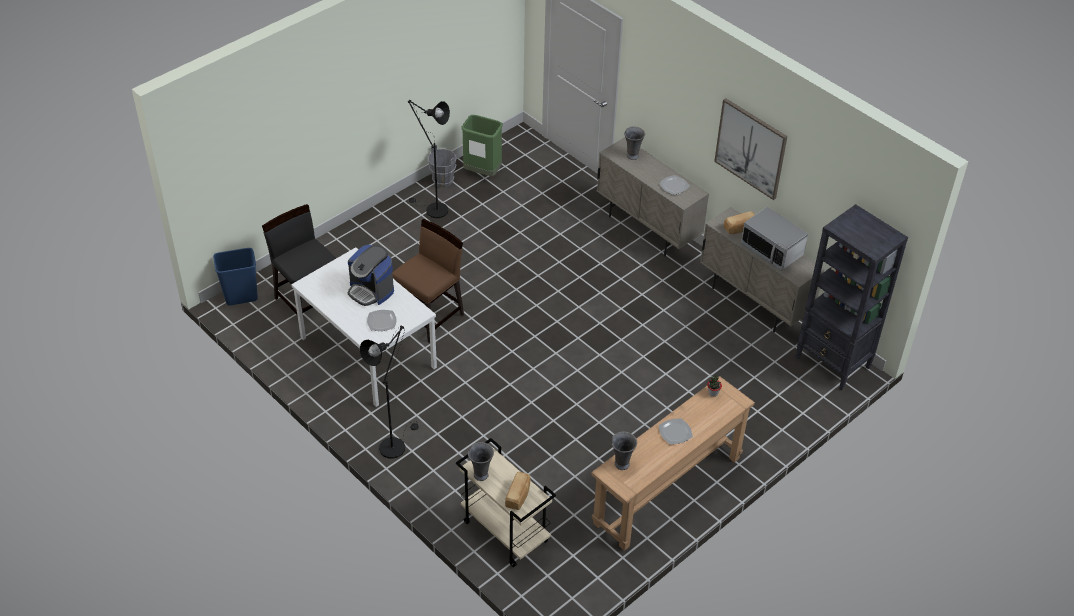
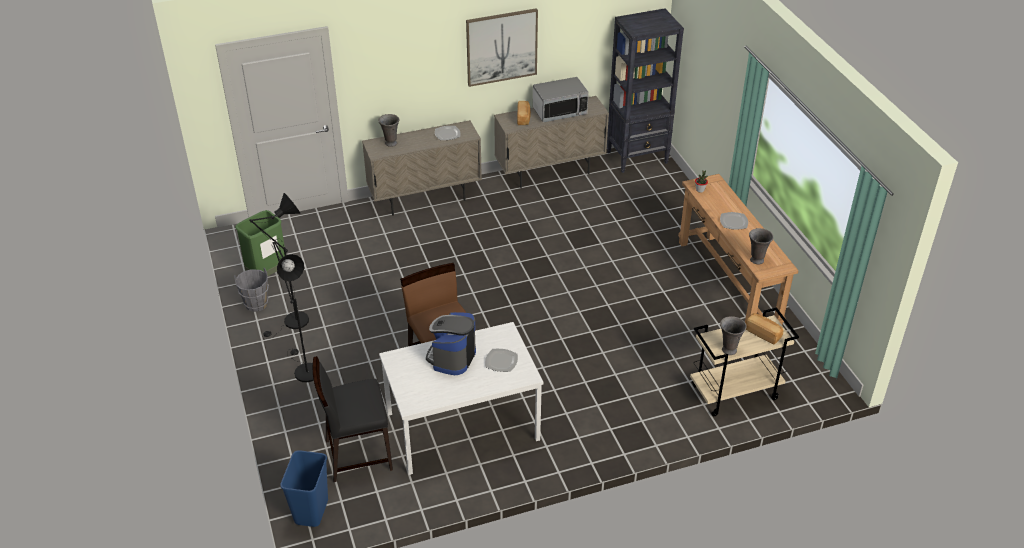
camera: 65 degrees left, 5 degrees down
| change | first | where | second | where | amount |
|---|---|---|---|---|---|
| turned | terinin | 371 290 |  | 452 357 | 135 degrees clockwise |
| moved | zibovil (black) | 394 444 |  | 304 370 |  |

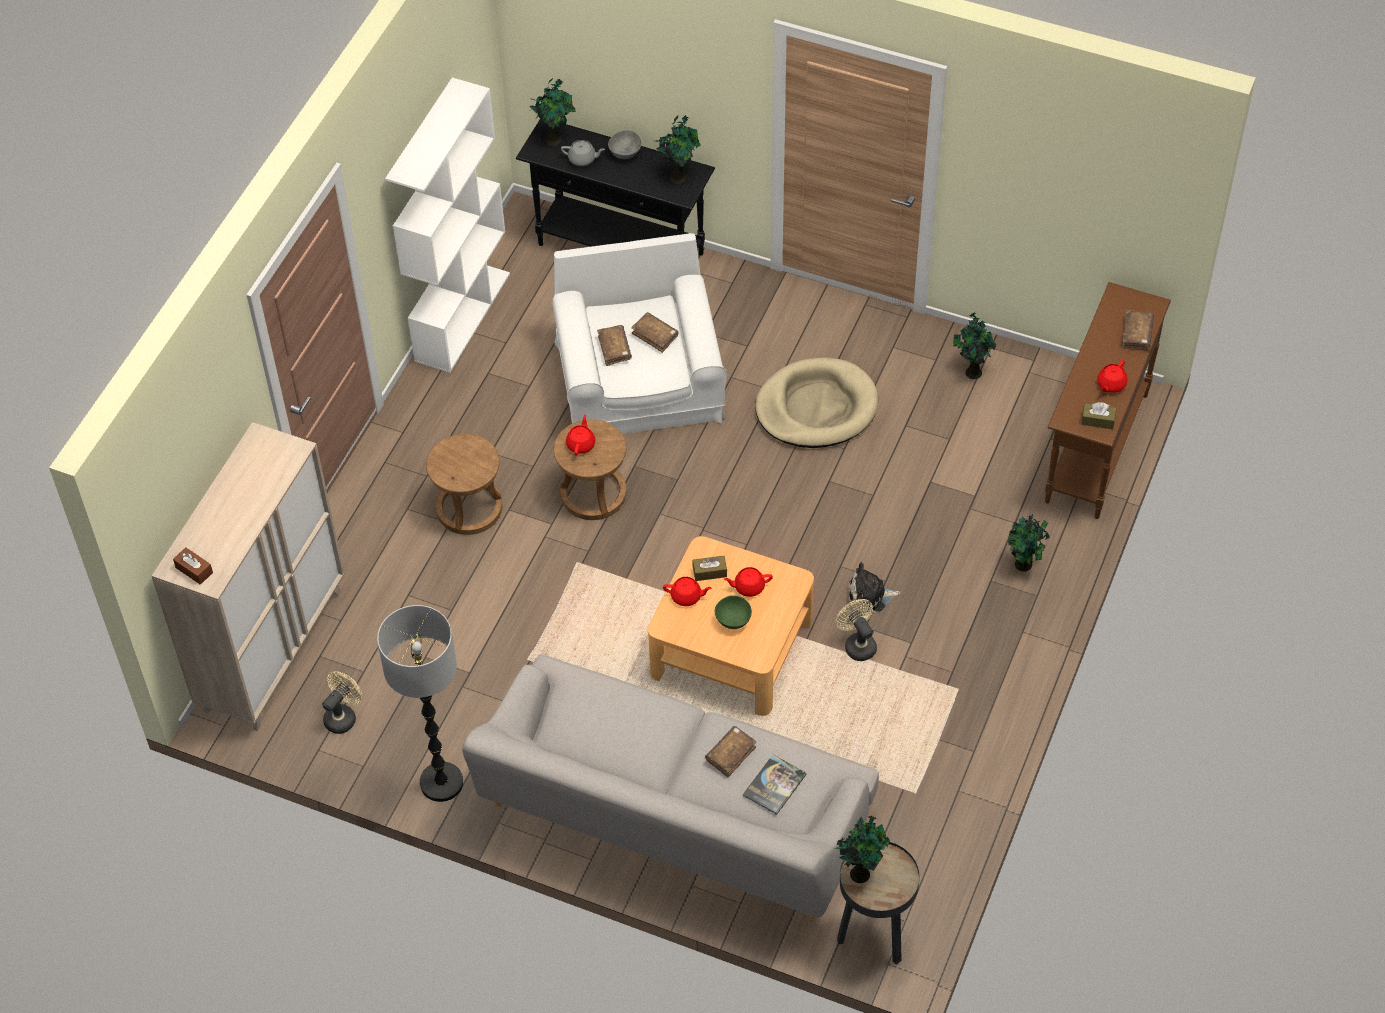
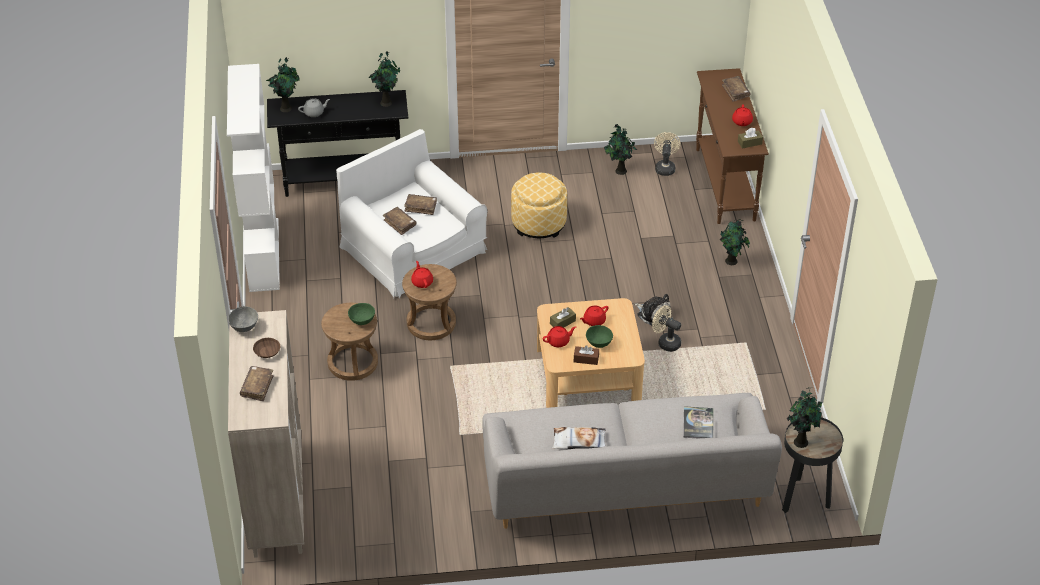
camera: 30 degrees left, 10 degrees down
| change | first | where | second | where | amount |
|---|---|---|---|---|---|
| moved | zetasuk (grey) | 626 153 |  | 245 326 |  |
| replaced | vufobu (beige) | 816 407 | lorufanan | 538 223 |  |
| moved | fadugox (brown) | 194 570 |  | 586 359 |  |
| turned | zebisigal | 869 596 |  | 652 313 | 105 degrees counterclockwise |
| removed | zibovil | 441 783 |  |  |  |
| moved | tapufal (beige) | 343 716 |  | 665 167 |  |
| moved | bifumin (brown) | 731 754 |  | 257 387 |  |
| added |  |  | zetasuk (green) | 361 321 |  |
| added |  |  | zetasuk (brown) | 267 351 |  |
| added |  |  | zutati | 579 442 |  |

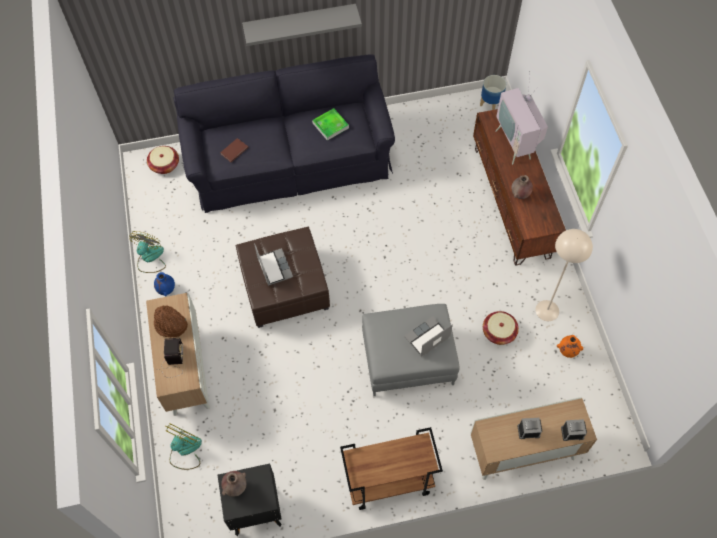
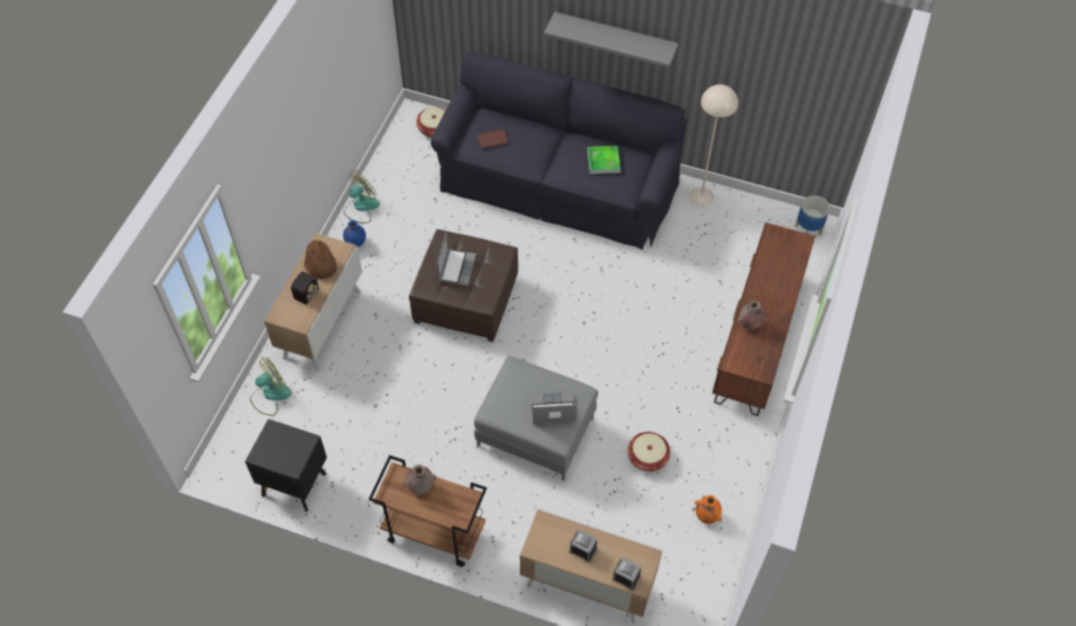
camera: 30 degrees right, 5 degrees down
| change | first | where | second | where | amount |
|---|---|---|---|---|---|
| removed | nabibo | 516 144 |  |  |  |
| moved | zibovil (beige) | 547 310 |  | 701 196 |  |
| moved | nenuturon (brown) | 236 487 |  | 420 487 |  |

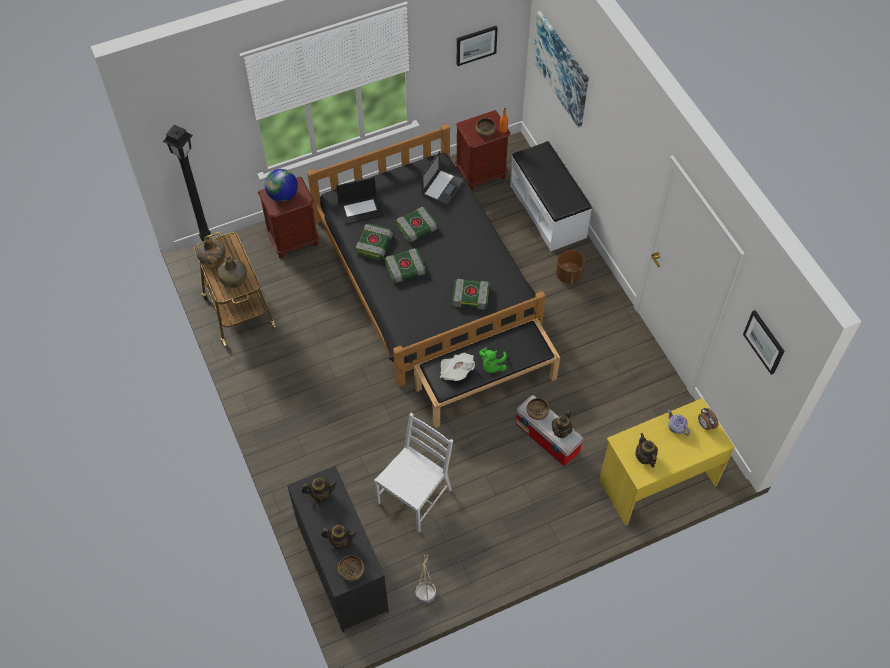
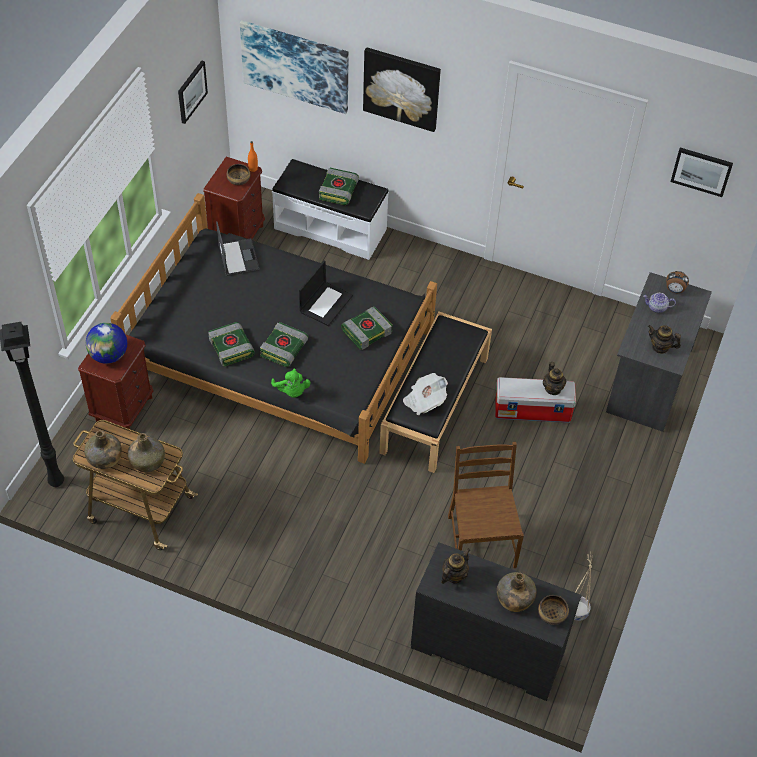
camera: 45 degrees left, 5 degrees down
| change | first | where | second | where | amount |
|---|---|---|---|---|---|
| moved | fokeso | 361 209 |  | 326 303 |  |
| moved | bifumin | 416 228 |  | 339 191 |  |
| removed | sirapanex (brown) | 569 275 |  |  |  |
| moved | zebisigal (green) | 492 366 |  | 291 391 |  |
| removed | zetasuk | 537 412 |  |  |  |
| recoloured | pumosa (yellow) | 656 481 | pumosa (grey) | 648 380 |  |
| recoloured | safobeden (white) | 415 496 | safobeden (brown) | 480 541 |  |
| replaced | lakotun | 340 540 | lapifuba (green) | 514 598 |  |
| added |  |  | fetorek | 401 88 |  |

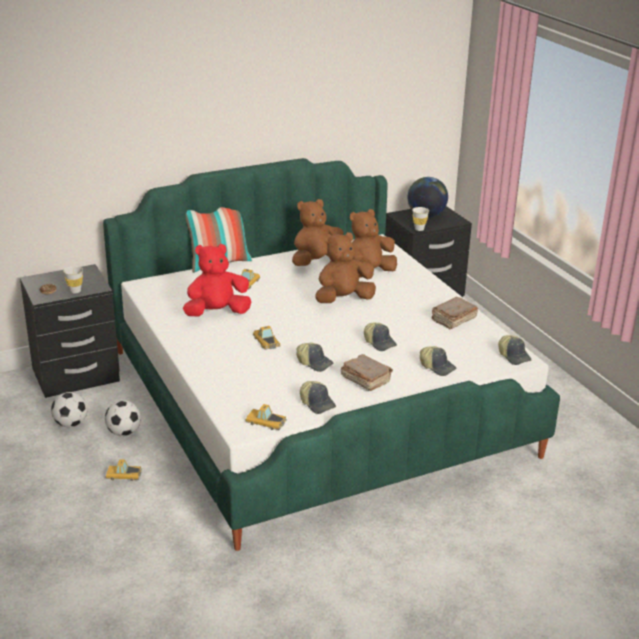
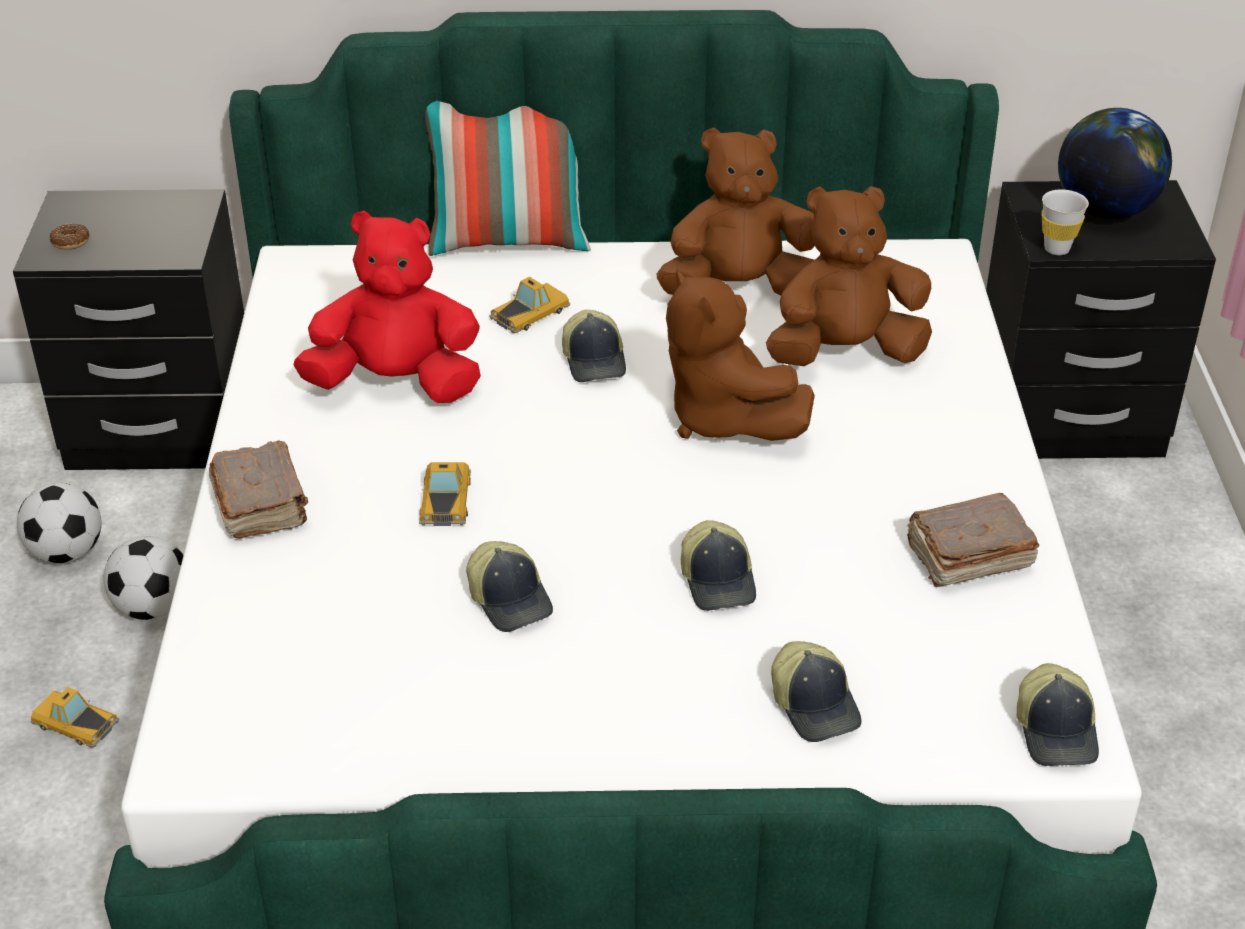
camera: 25 degrees right, 10 degrees up
| change | first | where | second | where | amount |
|---|---|---|---|---|---|
| turned | zebisigal (brown) | 343 299 |  | 724 419 | 120 degrees counterclockwise |
| removed | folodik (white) | 75 291 |  |  |  |
| moved | bifumin (brown) | 365 379 |  | 261 505 |  |
| moved | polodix | 317 403 |  | 595 361 |  |
| removed | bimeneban | 265 421 |  |  |  |

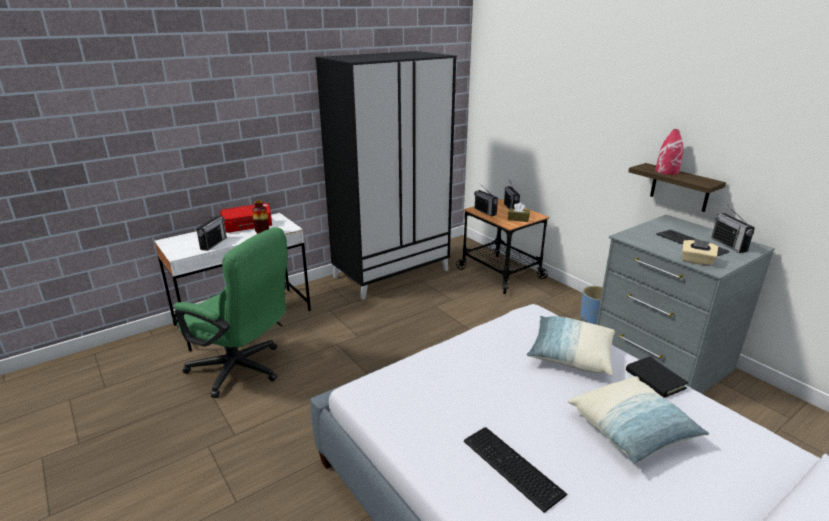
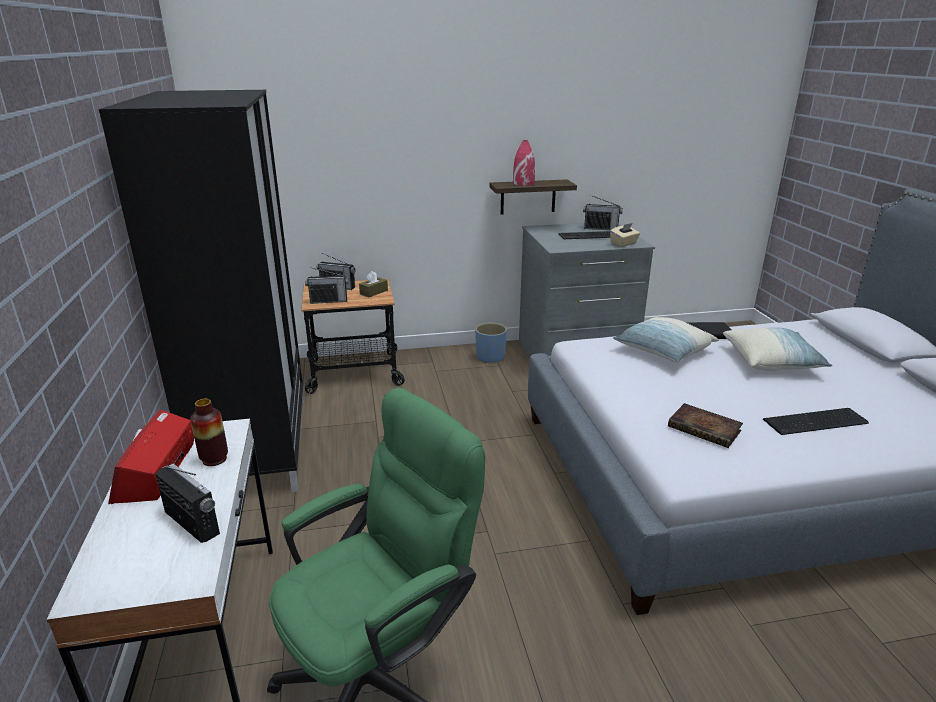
camera: 65 degrees left, 0 degrees up
| change | first | where | second | where | amount |
|---|---|---|---|---|---|
| added |  |  | bifumin | 706 429 |  |

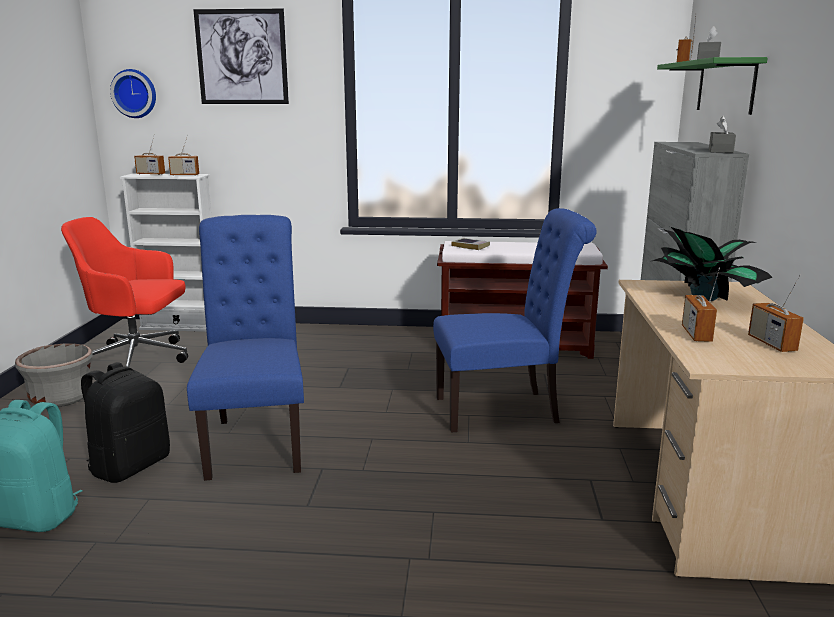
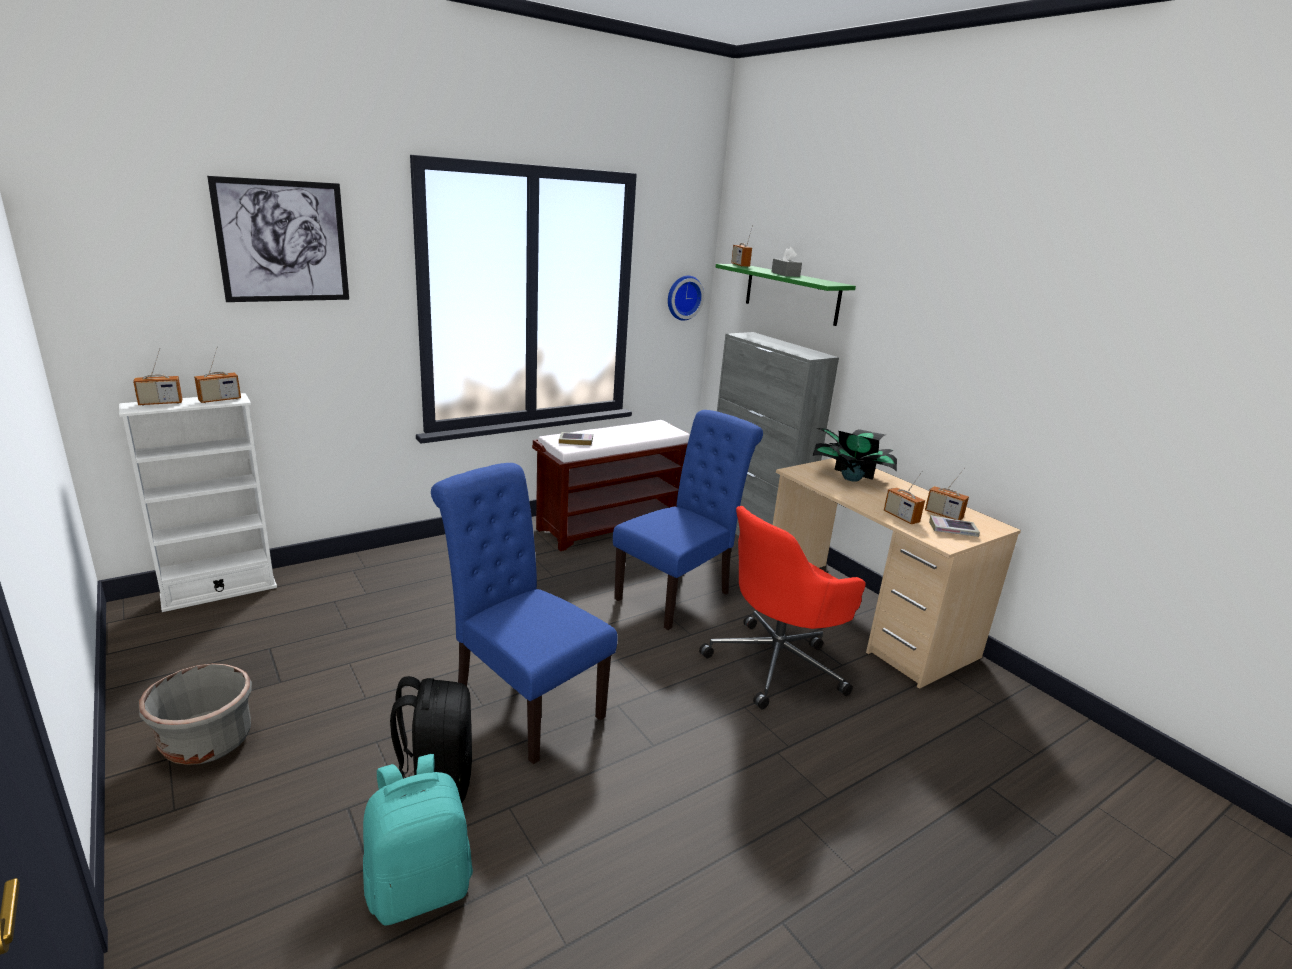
camera: 40 degrees left, 5 degrees up
| change | first | where | second | where | amount |
|---|---|---|---|---|---|
| moved | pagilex | 135 93 |  | 683 297 |  |
| removed | fadugox (grey) | 720 151 |  |  |  |
| moved | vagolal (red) | 137 360 |  | 777 664 |  |
| added |  |  | bifumin | 953 530 |  |

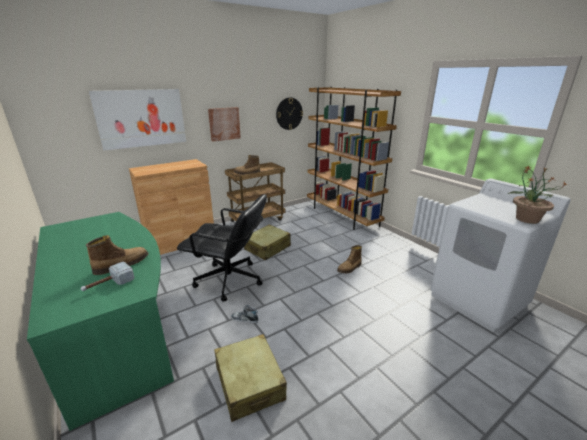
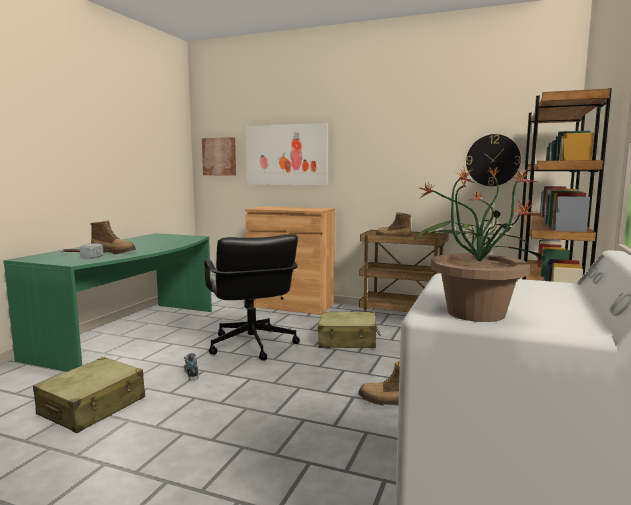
camera: 55 degrees right, 15 degrees down
| change | first | where | second | where | amount |
|---|---|---|---|---|---|
| moved | fetorek | 224 124 |  | 219 156 |  |

